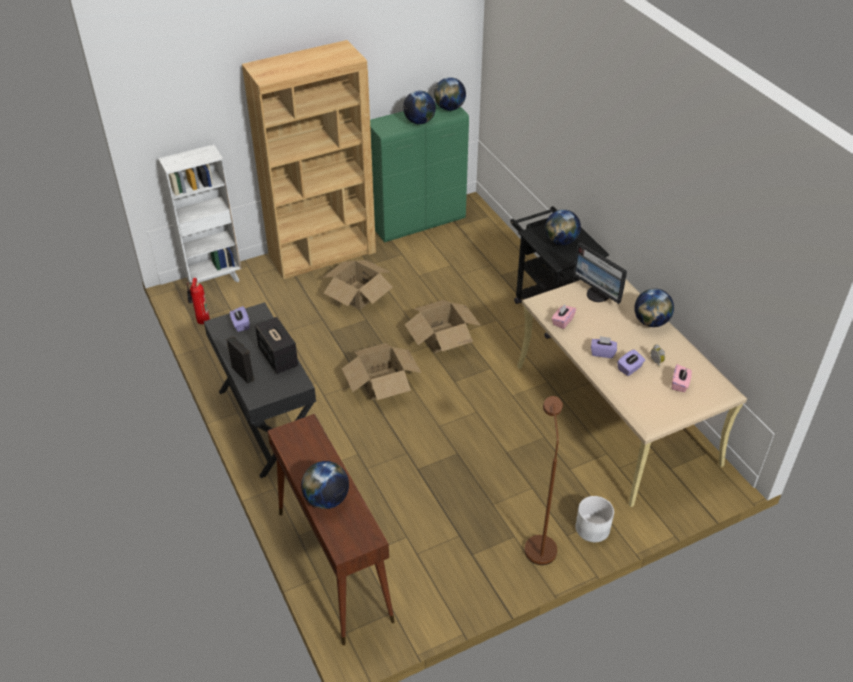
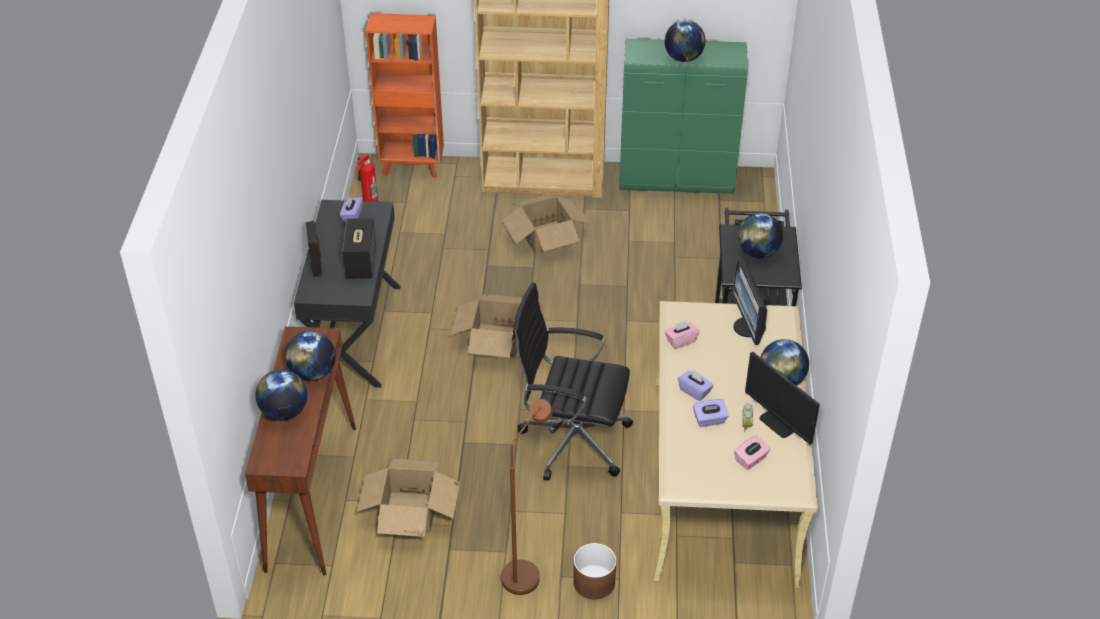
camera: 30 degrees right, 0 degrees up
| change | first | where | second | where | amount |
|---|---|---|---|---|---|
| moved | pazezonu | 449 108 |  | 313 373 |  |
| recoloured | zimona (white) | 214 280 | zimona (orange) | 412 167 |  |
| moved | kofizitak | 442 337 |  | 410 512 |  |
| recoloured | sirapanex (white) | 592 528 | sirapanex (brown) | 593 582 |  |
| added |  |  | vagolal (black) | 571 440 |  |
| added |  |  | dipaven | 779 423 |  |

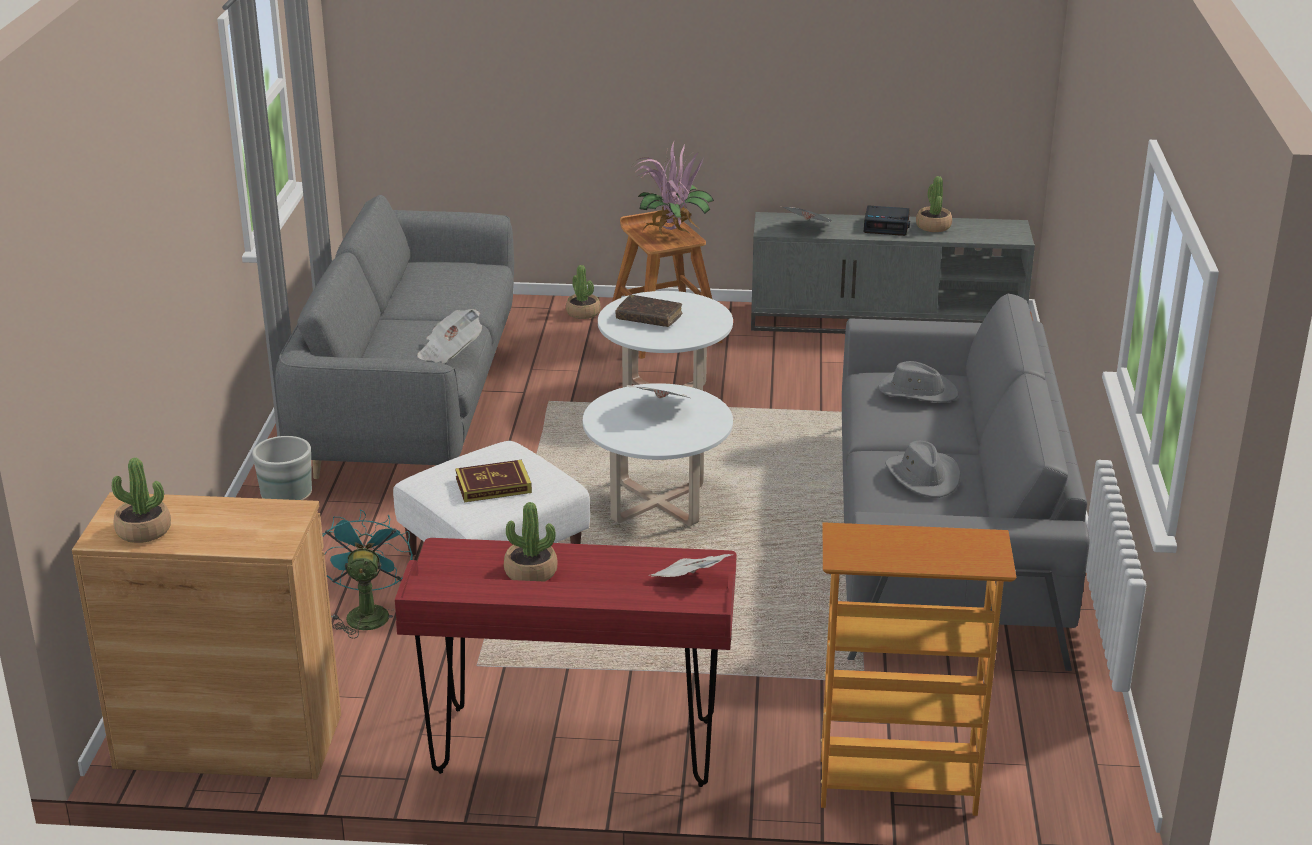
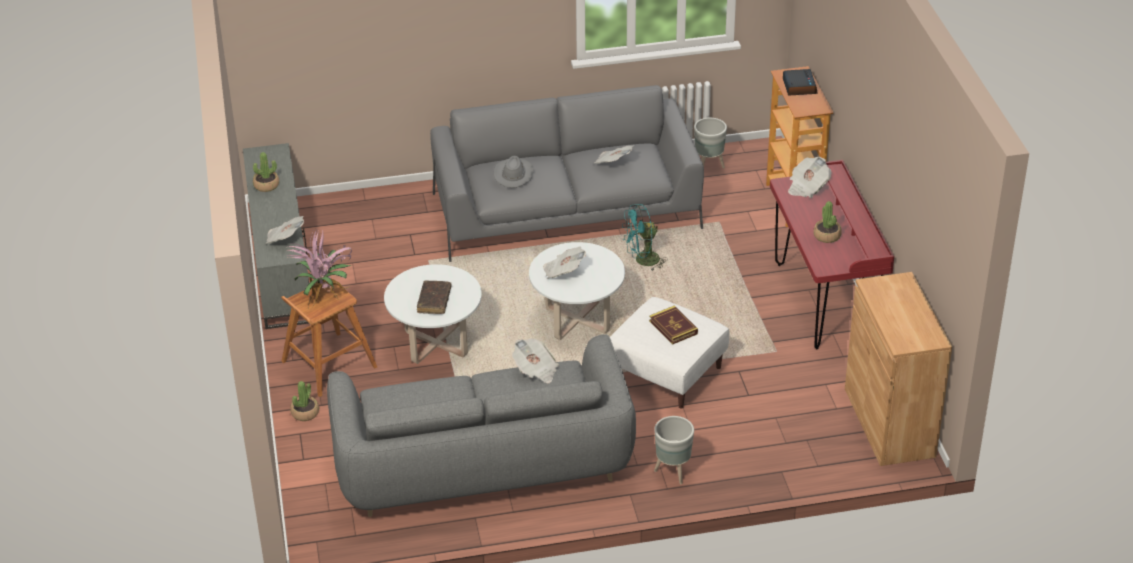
camera: 105 degrees left, 10 degrees up
| change | first | where | second | where | amount |
|---|---|---|---|---|---|
| moved | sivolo | 887 226 |  | 799 86 |  |
| replaced | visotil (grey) | 923 477 | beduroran | 613 163 |  |
| removed | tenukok | 143 531 |  |  |  |
| moved | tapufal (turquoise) | 366 612 |  | 642 261 |  |
| added |  |  | sirapanex (grey) | 709 166 |  |

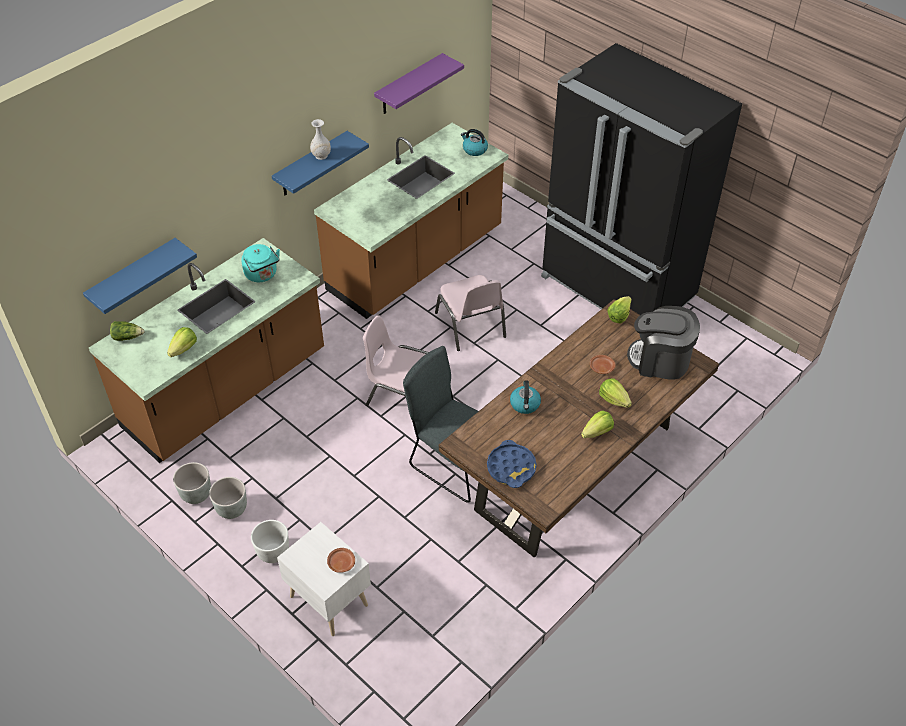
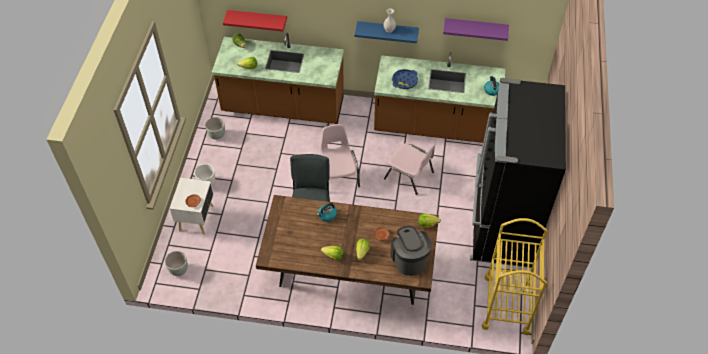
camera: 55 degrees right, 5 degrees up
| change | first | where | second | where | amount |
|---|---|---|---|---|---|
| recoloured | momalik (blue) | 133 276 | momalik (red) | 257 20 |  |
| removed | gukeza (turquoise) | 262 275 |  |  |  |
| turned | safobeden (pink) | 471 325 |  | 409 175 | 90 degrees counterclockwise |
| moved | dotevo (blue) | 511 467 |  | 404 81 |  |
| moved | sirapanex (grey) | 231 509 |  | 179 269 |  |
| added |  |  | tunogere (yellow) | 507 304 |  |

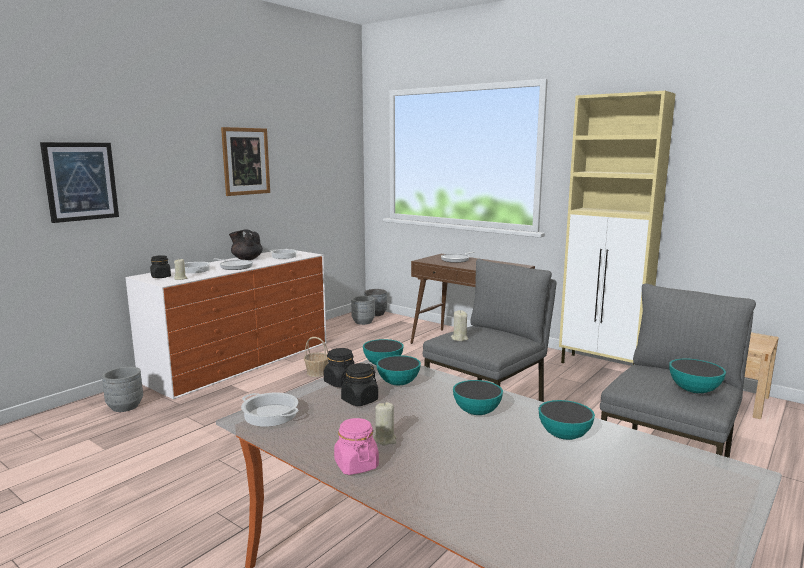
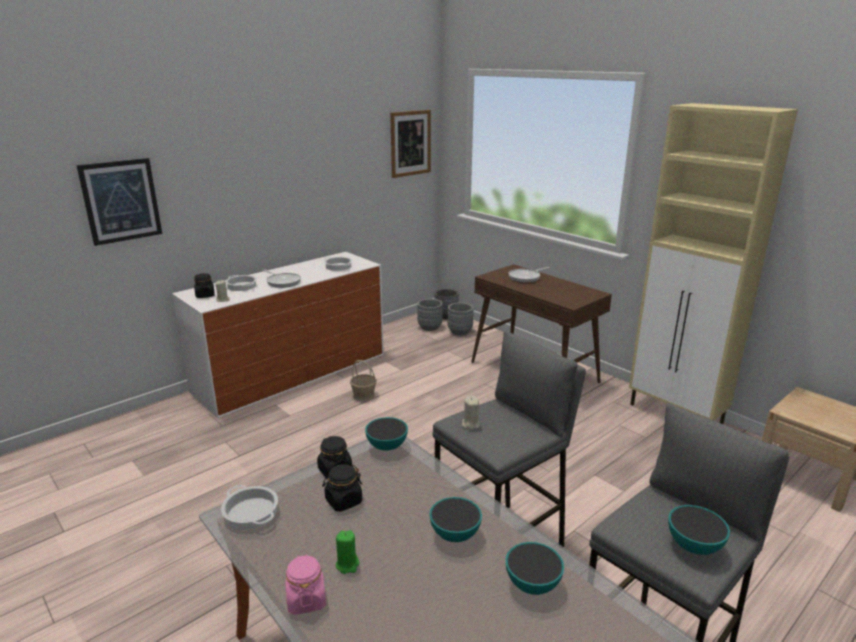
camera: 10 degrees right, 10 degrees up
| change | first | where | second | where | amount |
|---|---|---|---|---|---|
| moved | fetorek | 246 161 |  | 410 143 |  |
| removed | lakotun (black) | 246 259 |  |  |  |
| removed | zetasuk | 398 383 |  |  |  |
| moved | sirapanex (grey) | 125 406 |  | 460 331 |  |
| recoloured | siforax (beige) | 385 439 | siforax (green) | 347 564 |  |

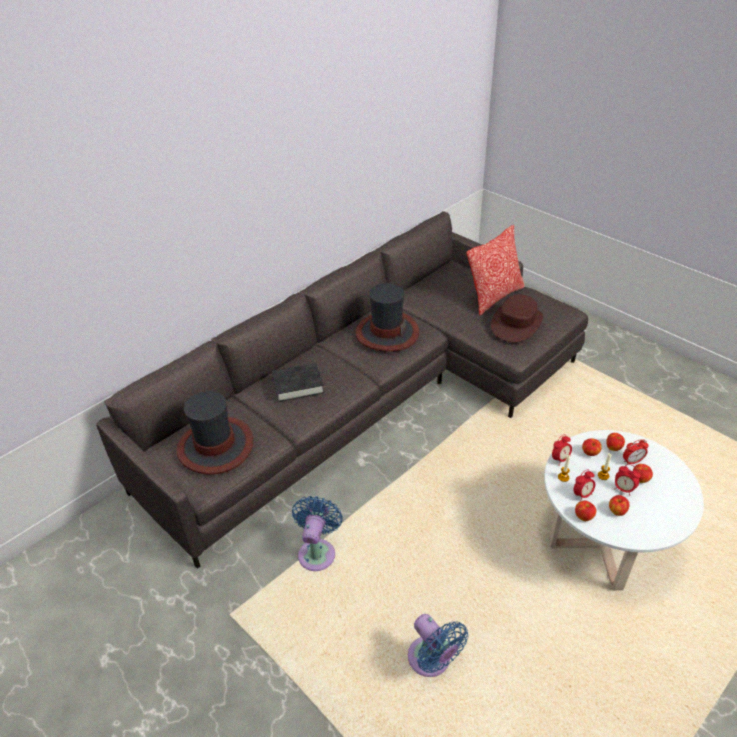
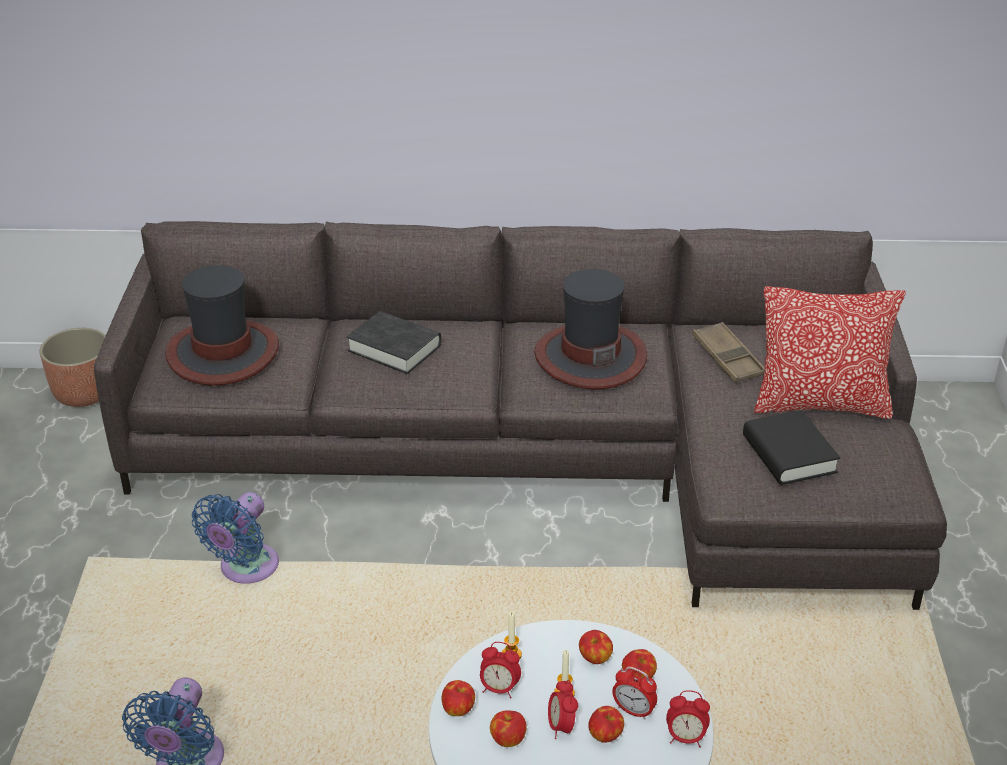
camera: 45 degrees right, 5 degrees down
| change | first | where | second | where | amount |
|---|---|---|---|---|---|
| replaced | visotil (brown) | 516 323 | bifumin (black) | 789 454 |  |
| moved | sivolo | 560 459 |  | 685 738 |  |
| turned | tapufal (blue) | 318 551 |  | 245 569 | 150 degrees clockwise |
| added |  |  | dotevo (brown) | 728 358 |  |
| added |  |  | sirapanex | 84 393 |  |

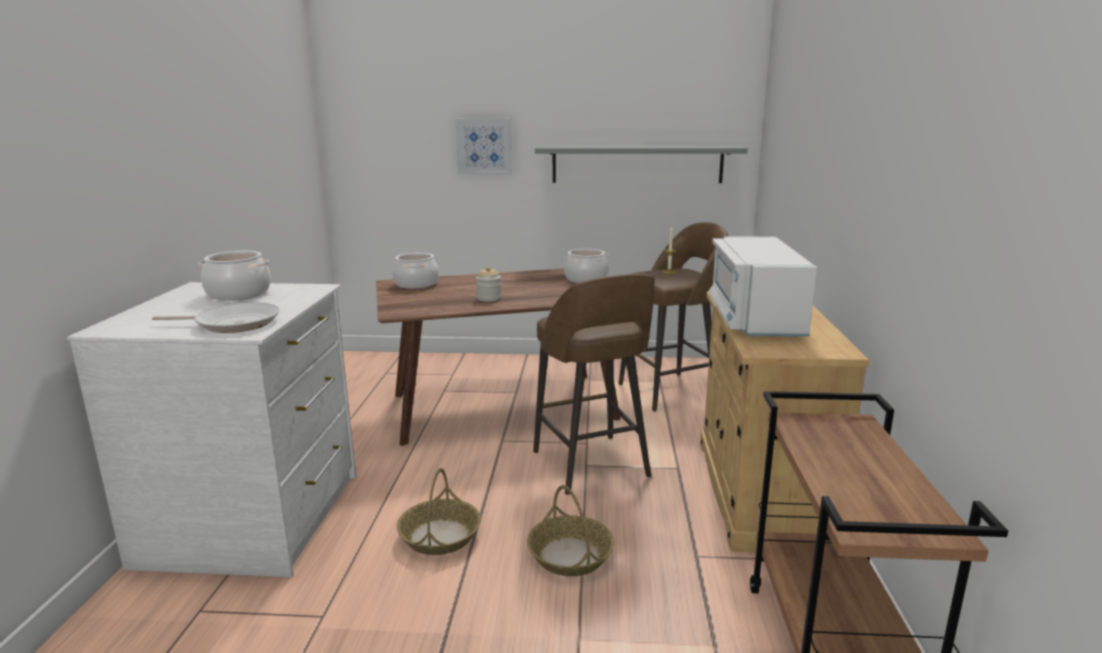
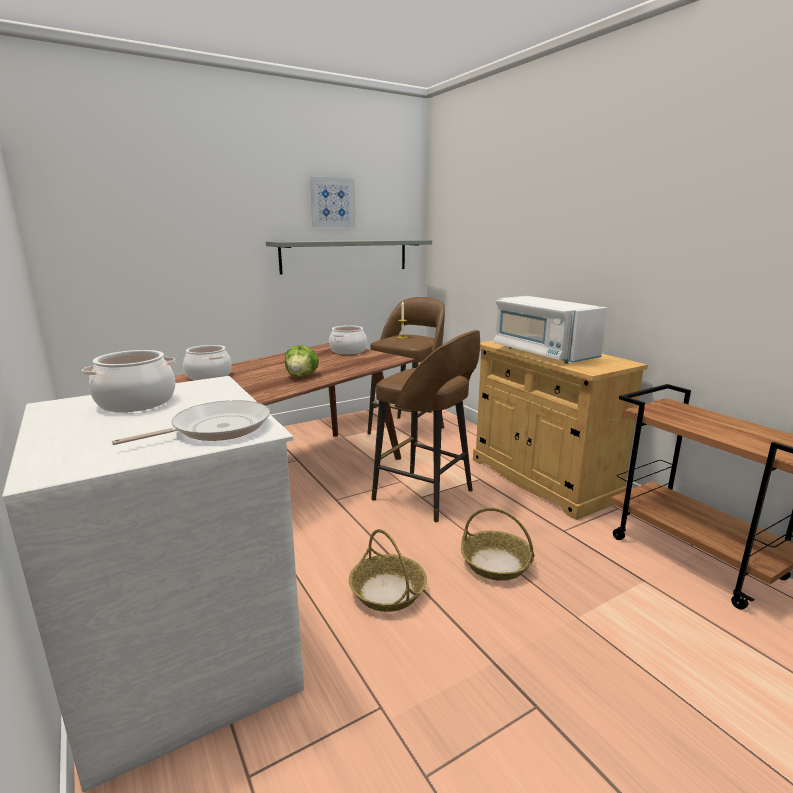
camera: 35 degrees left, 0 degrees up
| change | first | where | second | where | amount |
|---|---|---|---|---|---|
| moved | fetorek | 484 146 |  | 332 203 |  |
| replaced | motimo | 489 298 | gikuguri | 302 376 |  |

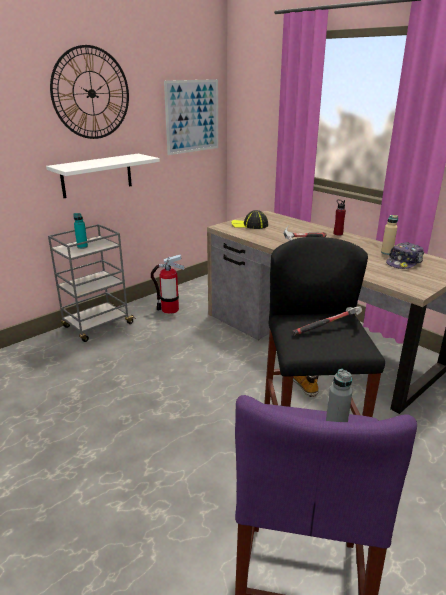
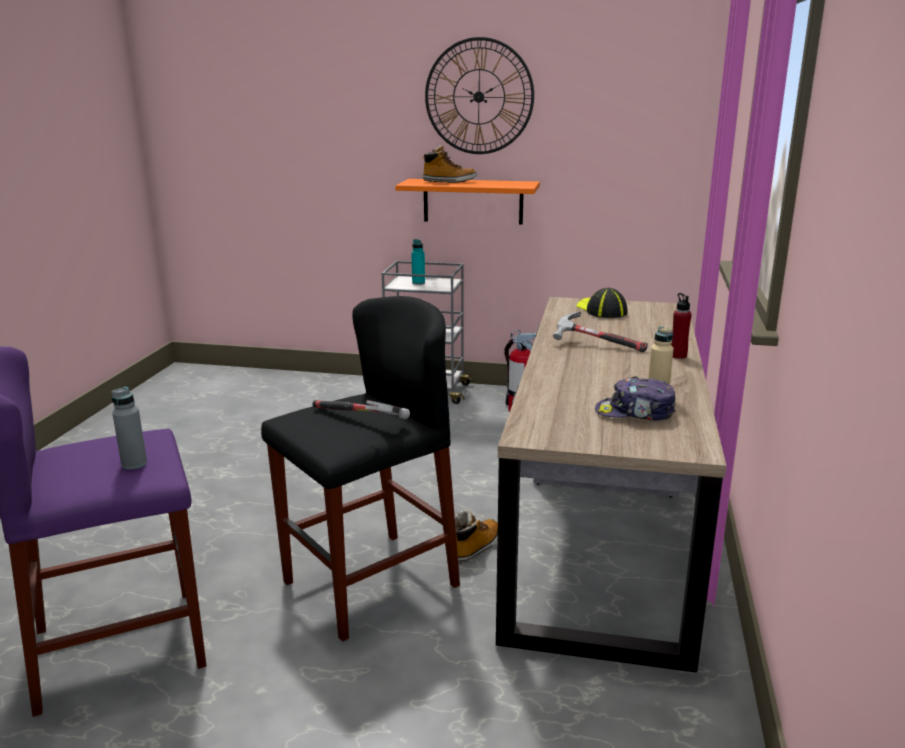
camera: 55 degrees right, 5 degrees down
| change | first | where | second | where | amount |
|---|---|---|---|---|---|
| removed | fetorek | 192 116 |  |  |  |
| recoloured | momalik (white) | 97 175 | momalik (orange) | 473 201 |  |
| added |  |  | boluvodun | 449 181 |  |

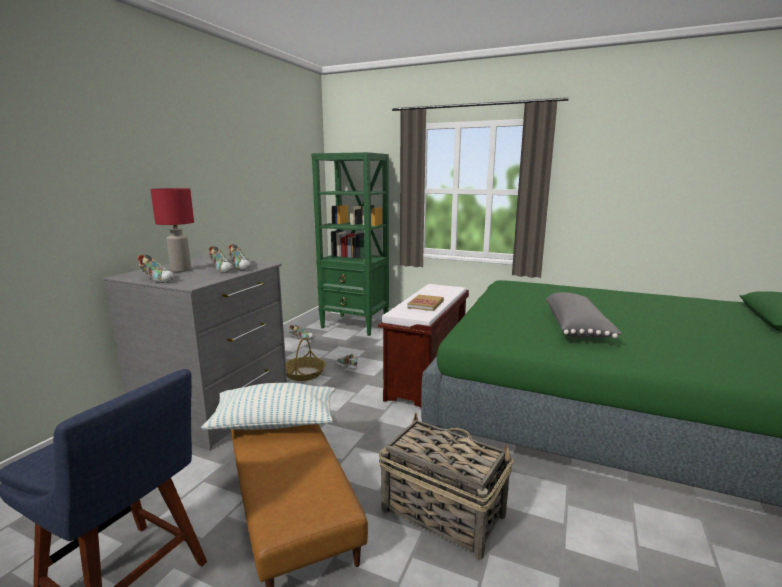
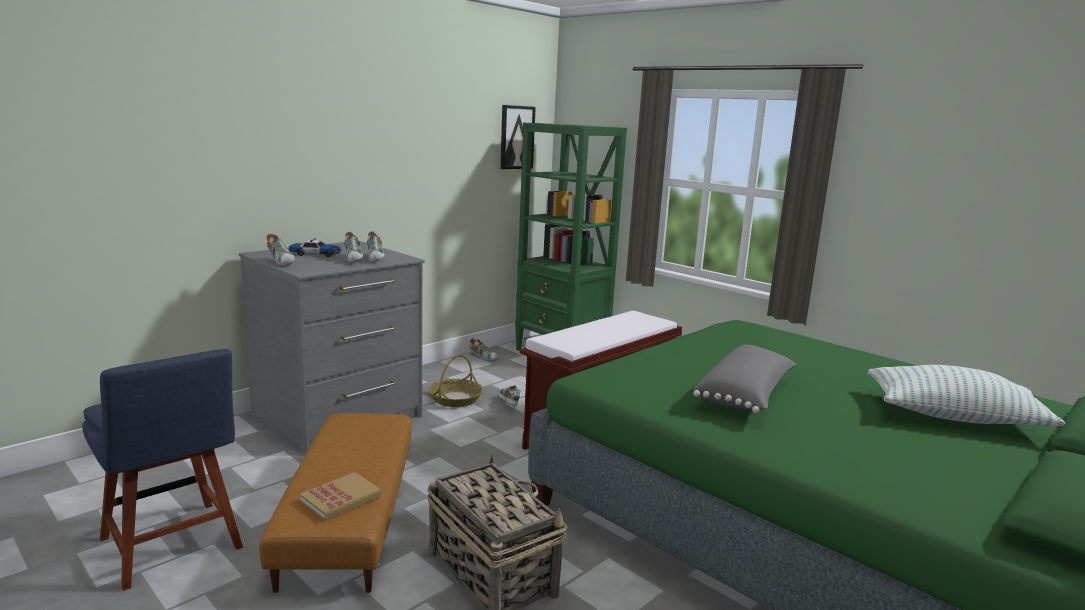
camera: 20 degrees right, 0 degrees up
| change | first | where | second | where | amount |
|---|---|---|---|---|---|
| replaced | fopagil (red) | 180 270 | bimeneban | 315 254 |  |
| moved | bifumin | 426 304 |  | 341 499 |  |
| moved | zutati | 274 423 |  | 953 417 |  |
| added |  |  | fetorek | 516 137 |  |

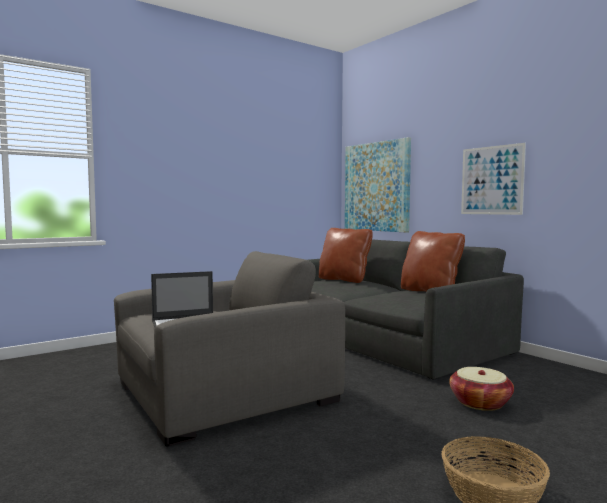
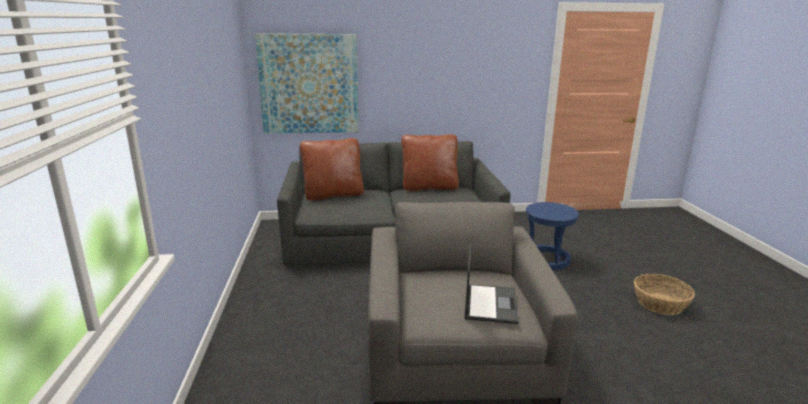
camera: 60 degrees left, 15 degrees up
| change | first | where | second | where | amount |
|---|---|---|---|---|---|
| removed | fetorek | 492 180 |  |  |  |
| replaced | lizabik | 480 403 | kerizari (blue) | 546 259 |  |

